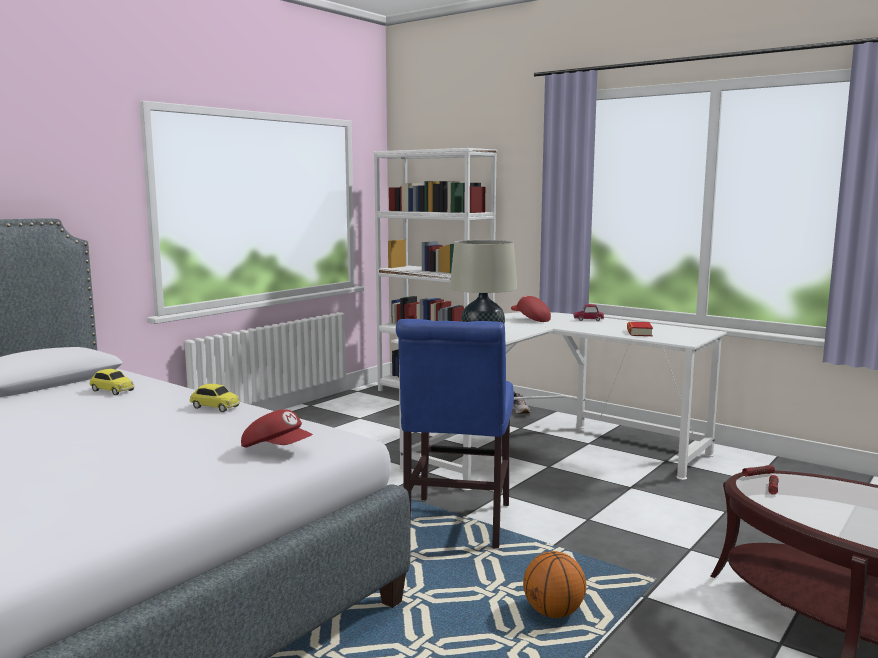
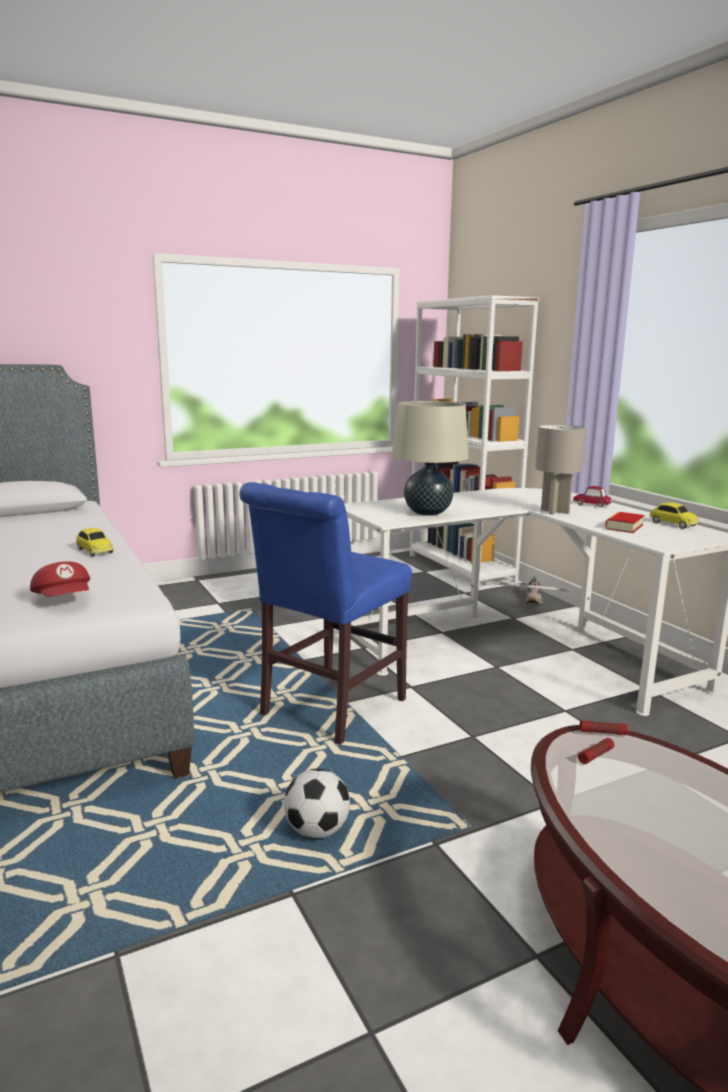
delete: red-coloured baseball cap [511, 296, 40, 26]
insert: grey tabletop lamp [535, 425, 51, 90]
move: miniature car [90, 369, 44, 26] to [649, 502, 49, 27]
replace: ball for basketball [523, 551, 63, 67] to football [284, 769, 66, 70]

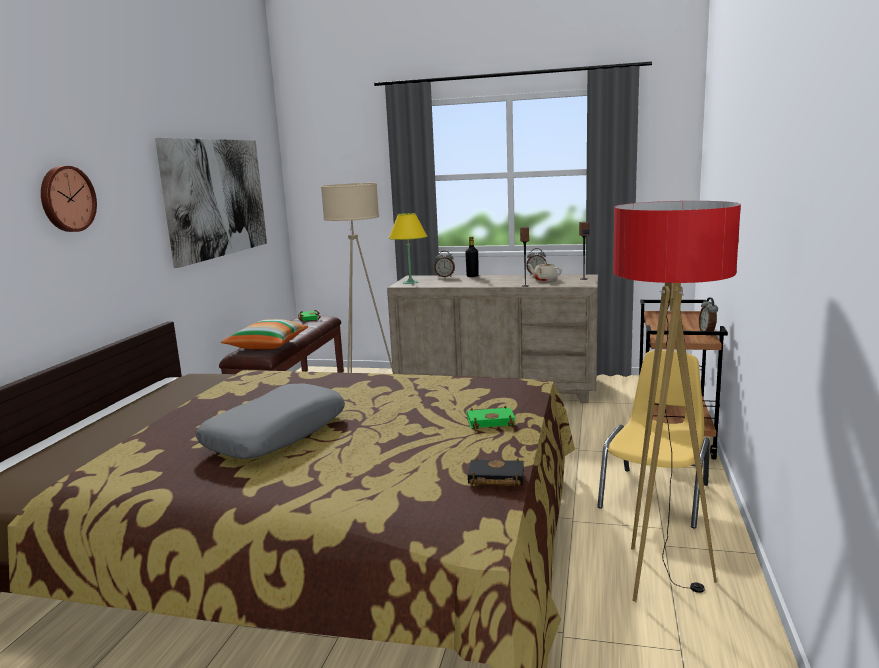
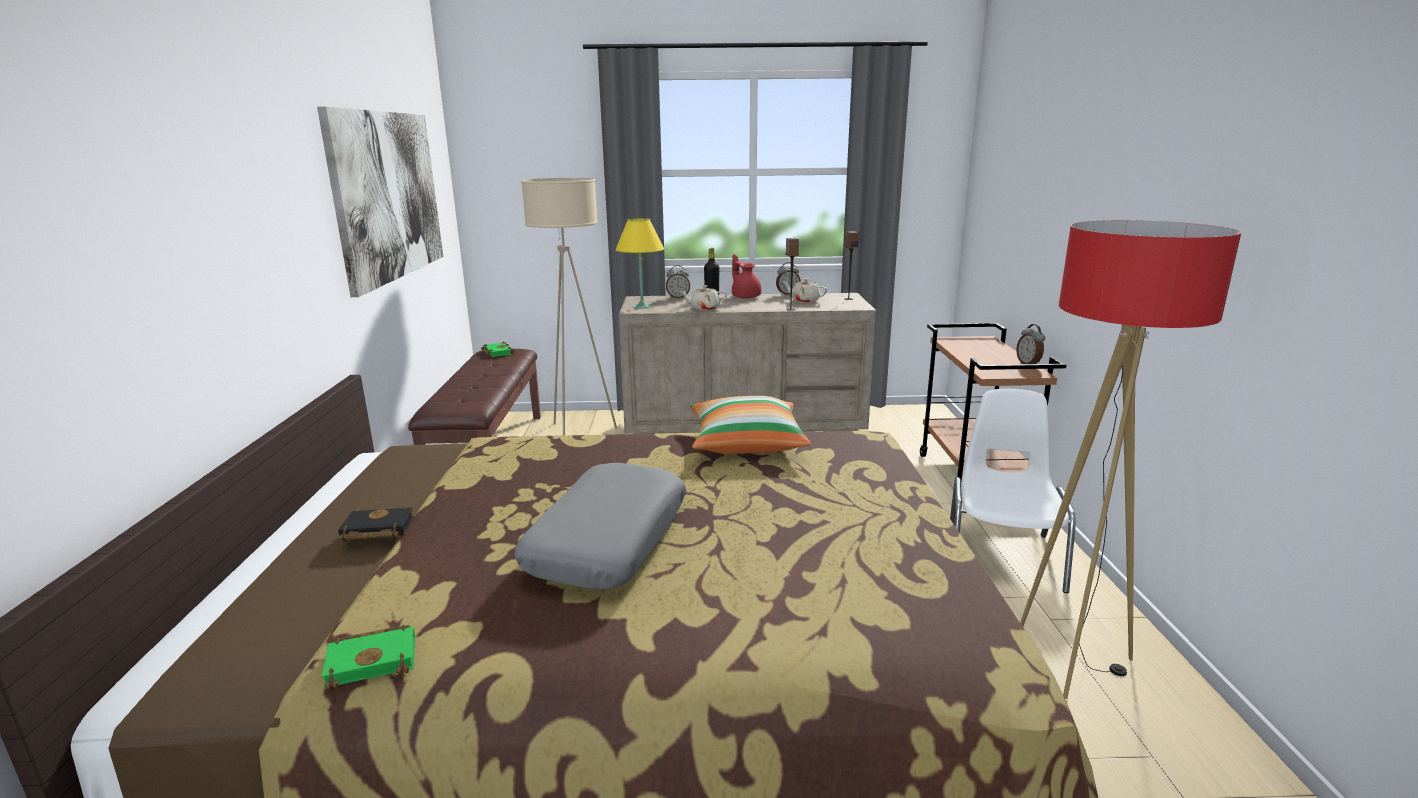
delete: clock on the wall [41, 166, 56, 66]
insert: beige tea pot [679, 285, 48, 26]; red-coloured tea pot [732, 254, 29, 44]
move: green-coloured bound book [467, 406, 49, 23] to [321, 625, 94, 65]; blackish bound book [468, 458, 56, 29] to [338, 506, 76, 35]; cushion [221, 319, 87, 30] to [690, 396, 121, 58]
recolor: yellow-coloured plain chair [597, 350, 113, 178] to whitish plain chair [950, 389, 126, 204]

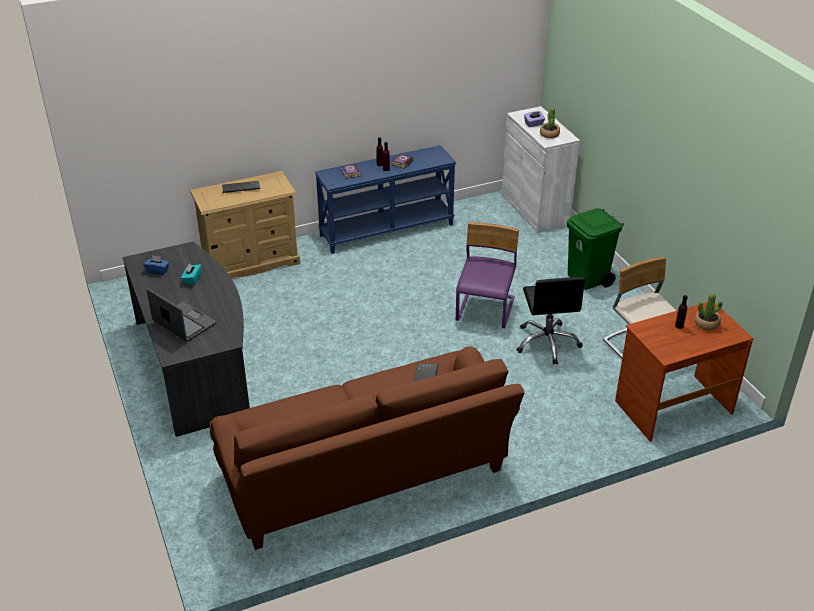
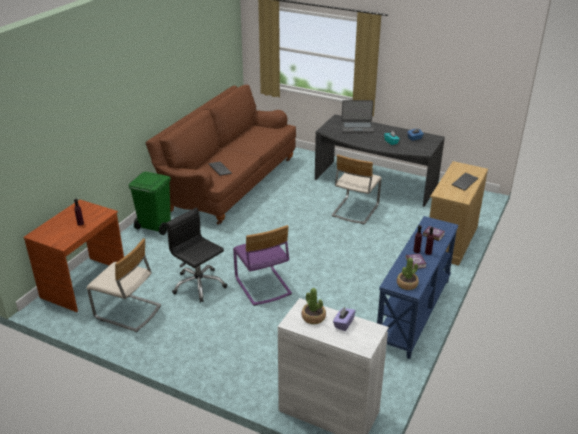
insert: beige plain chair [332, 154, 50, 71]
move: green-coloured waste bin [567, 208, 57, 82] to [129, 172, 42, 63]; potted plant [695, 294, 27, 36] to [397, 258, 22, 32]

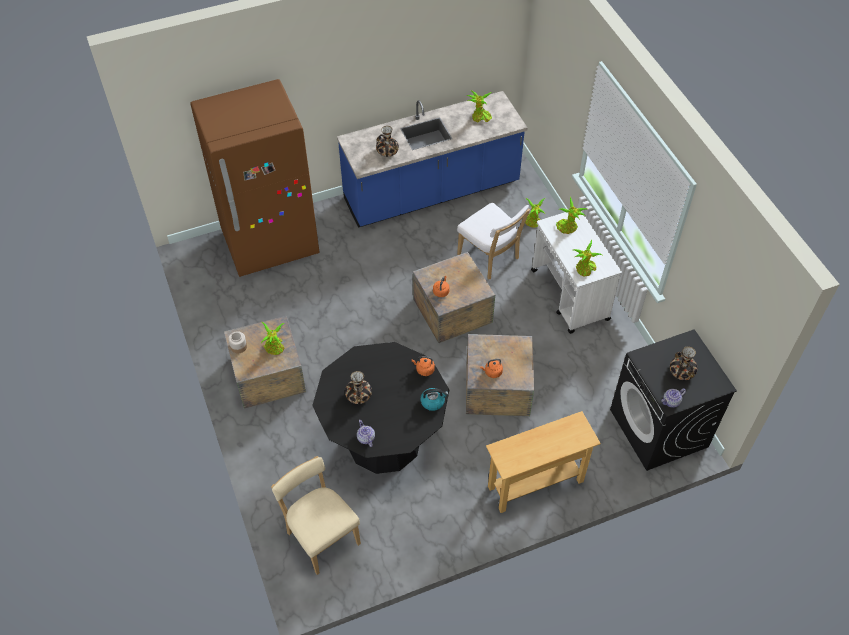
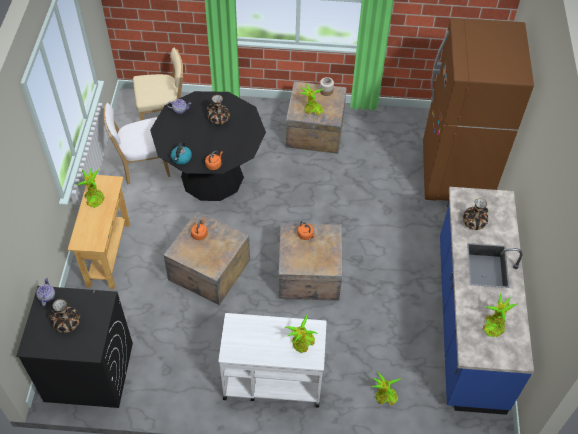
move: potted plant [573, 240, 29, 37] to [77, 168, 28, 40]; whitish plain chair [457, 203, 73, 77] to [103, 103, 67, 81]

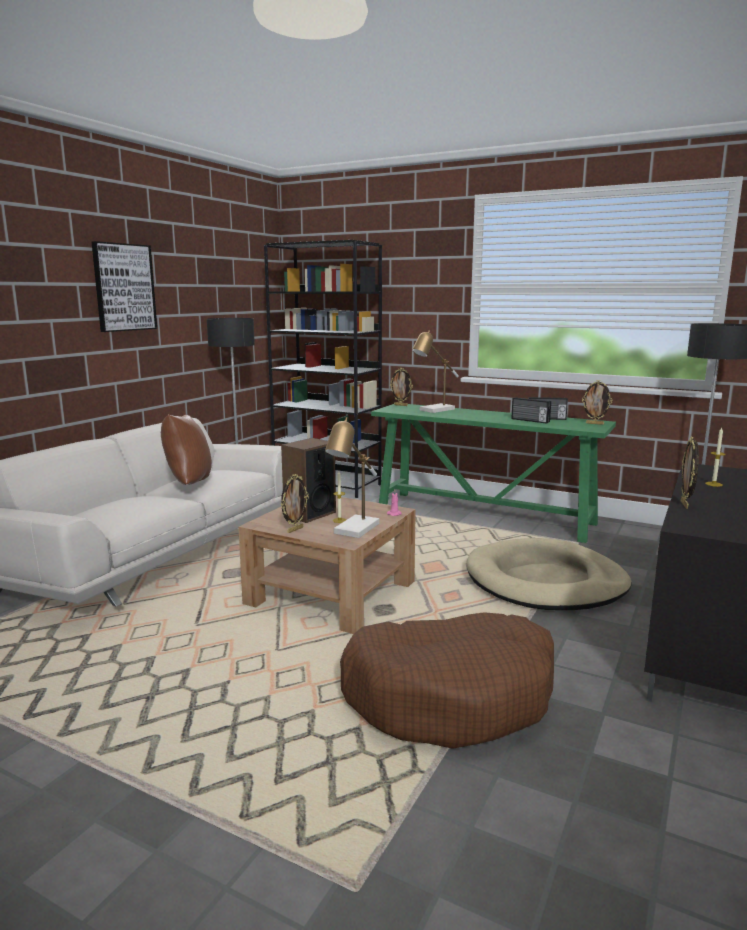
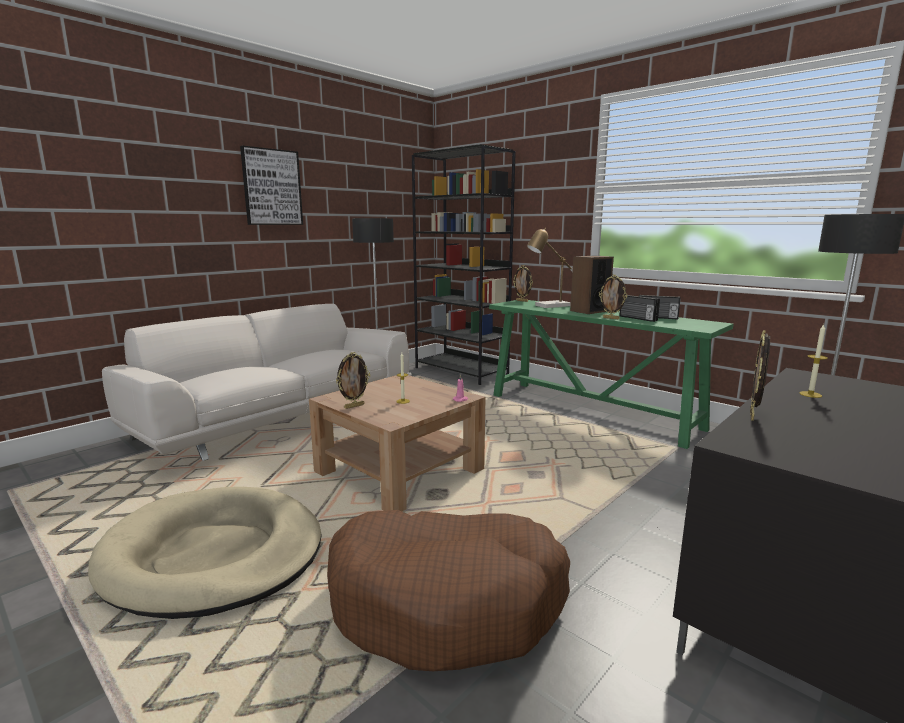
delete: brown cushion [161, 414, 51, 71]; tabletop lamp [325, 417, 54, 121]
move: beige pet bed [466, 538, 165, 72] to [88, 487, 233, 132]; loudspeaker [281, 438, 55, 85] to [570, 256, 44, 58]; standing frame [582, 380, 30, 45] to [599, 275, 28, 44]

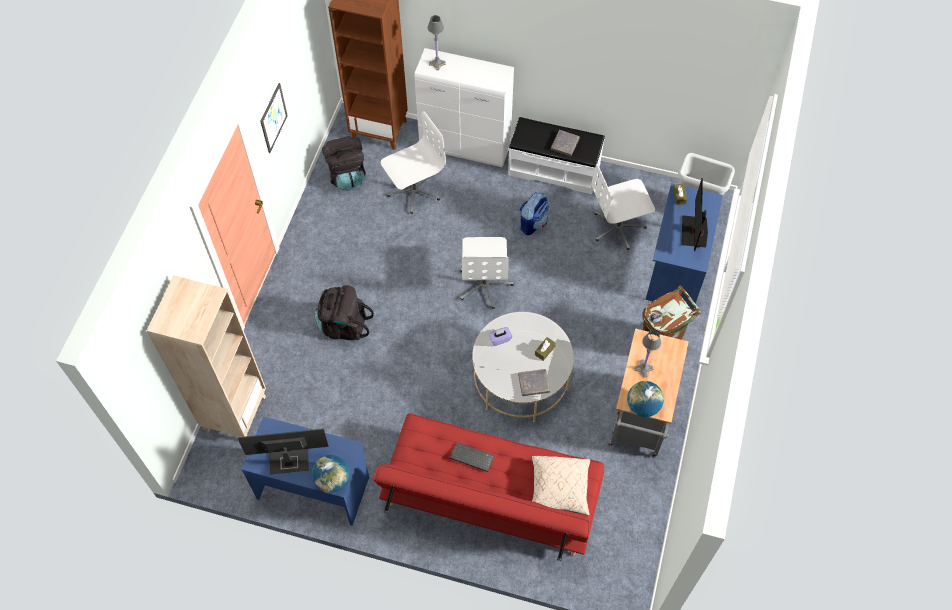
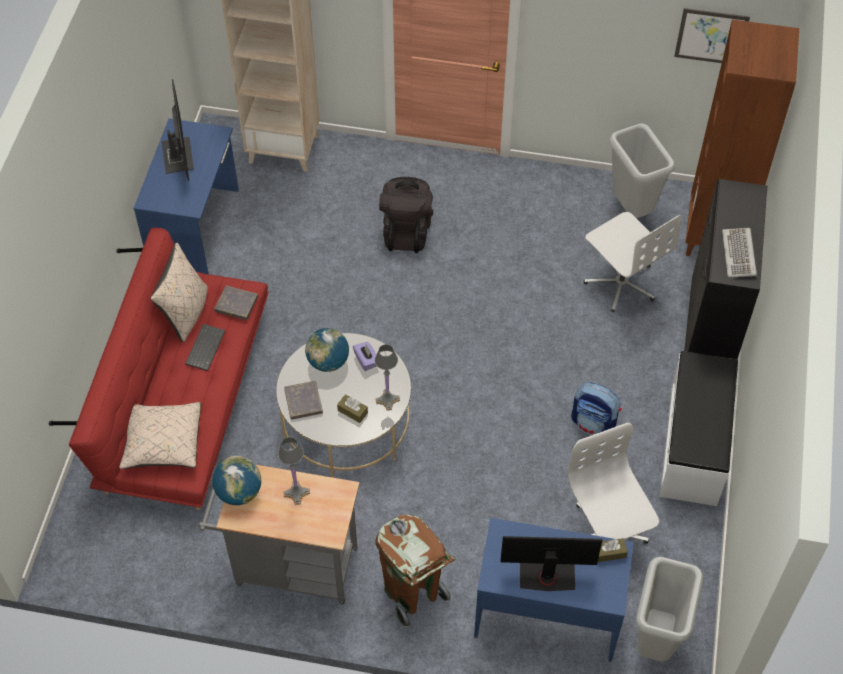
delete: whitish office chair [460, 237, 54, 72]
insert: beige cushion [150, 243, 58, 99]; computer keyboard [722, 228, 35, 49]
move: grey bound book [551, 130, 29, 27] to [214, 286, 44, 34]; world globe [312, 455, 37, 37] to [305, 328, 44, 44]; grey tabletop lamp [428, 15, 18, 55] to [375, 344, 25, 66]; picture [260, 83, 28, 70] to [674, 8, 76, 55]
replace: blackish backpack [322, 136, 44, 54] to grey waste bin [610, 123, 65, 95]
recolor: whitish storage cabinet [414, 48, 100, 119] to blackish storage cabinet [684, 179, 83, 180]

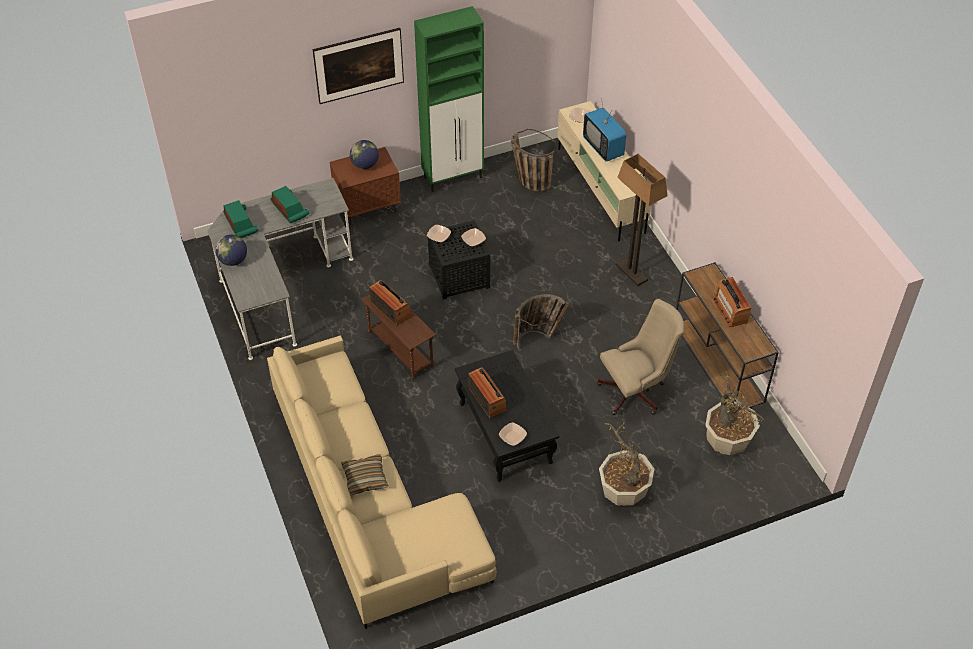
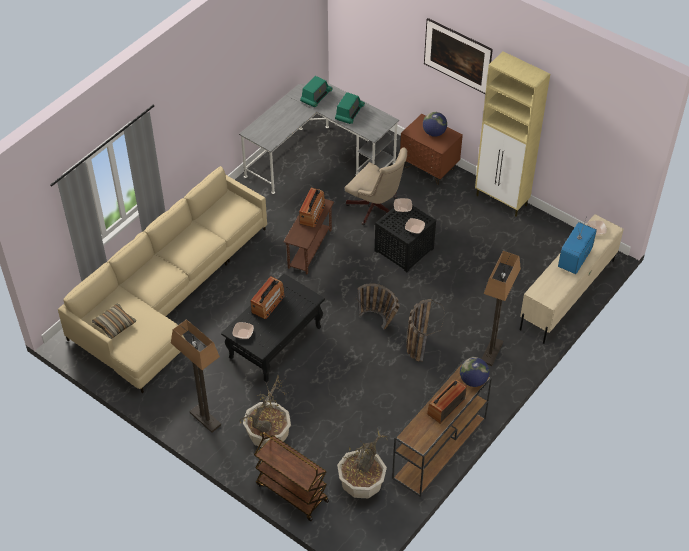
insert: standing lamp [171, 319, 50, 114]; brown trolley [254, 432, 75, 89]
move: cushion [341, 454, 47, 42] to [92, 303, 44, 36]; beige office chair [597, 299, 87, 116] to [345, 147, 62, 78]; storage basket [511, 129, 45, 62] to [406, 299, 39, 63]; world globe [215, 235, 32, 31] to [460, 357, 30, 30]
recolor: green-coloured storage cabinet [414, 6, 70, 186] to beige storage cabinet [475, 51, 75, 166]

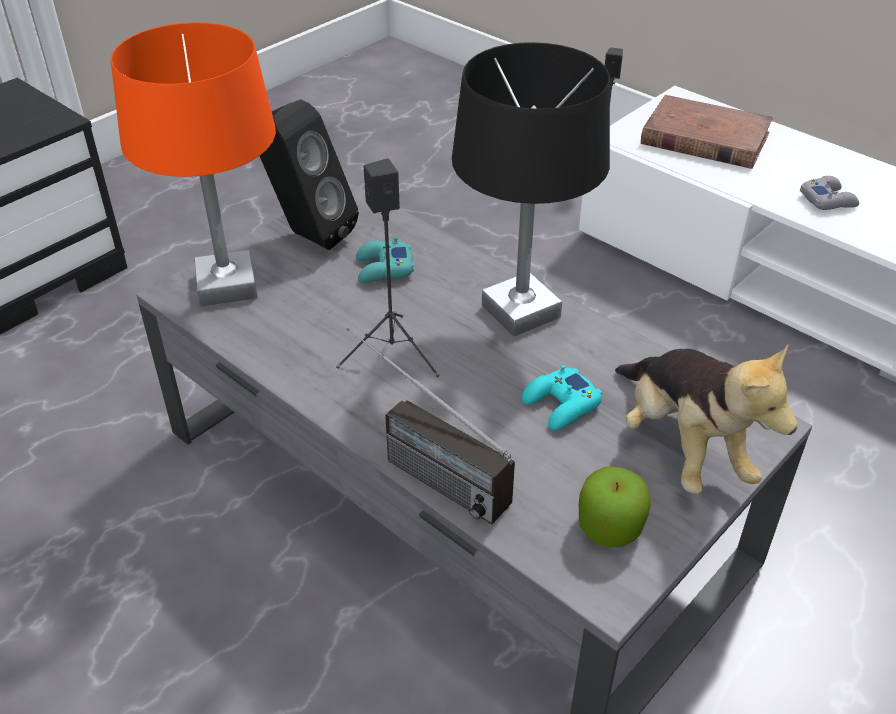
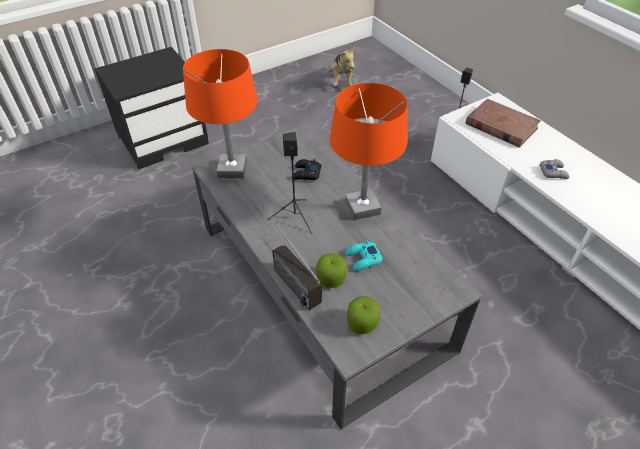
delete: blackish loudspeaker [260, 99, 99, 151]
insert: apple [316, 253, 31, 35]
move: plush toy [615, 343, 183, 151] to [326, 47, 29, 39]
recolor: turquoise gamepad [356, 236, 58, 47] to blackish gamepad [294, 159, 27, 21]; blackish tabletop lamp [452, 42, 158, 295] to orange-coloured tabletop lamp [330, 83, 78, 137]

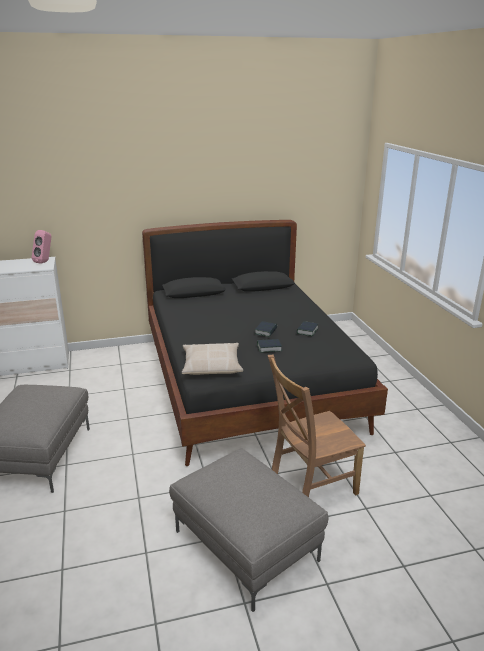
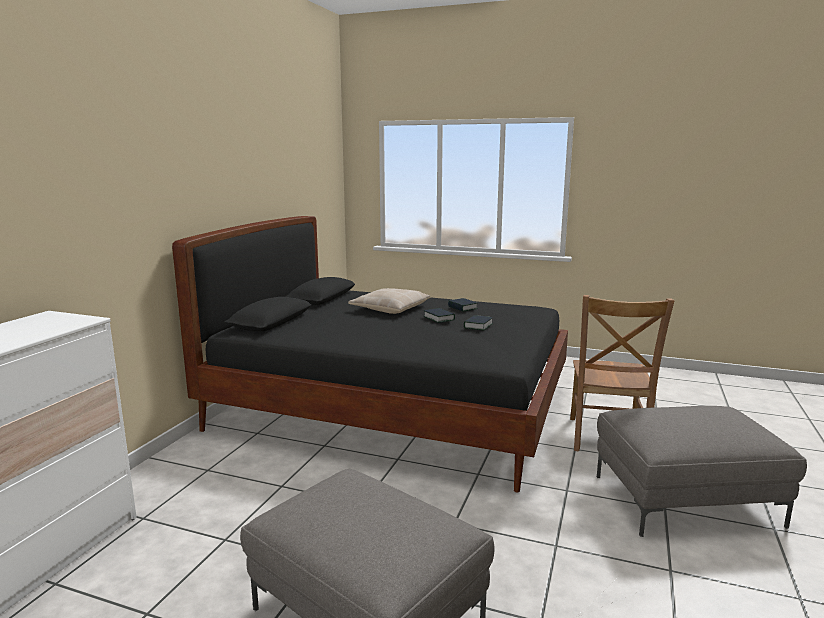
delete: pinkish loudspeaker [32, 230, 19, 34]
move: beige cushion [182, 343, 61, 32] to [348, 288, 82, 26]

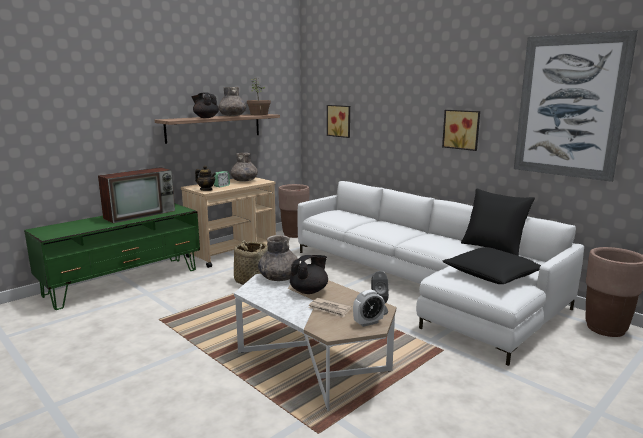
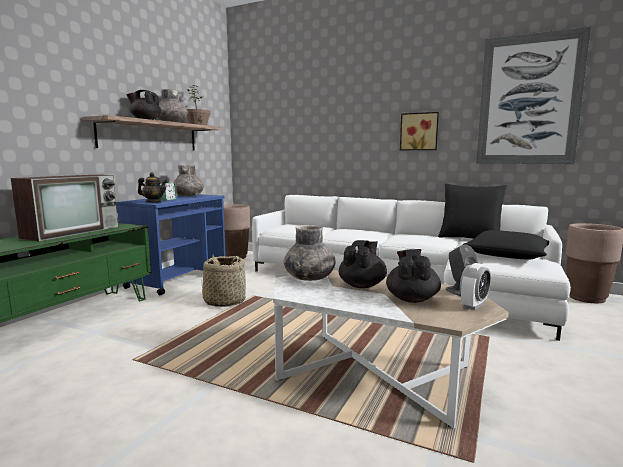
delete: picture [327, 105, 23, 33]
replace: newspaper [308, 298, 43, 20] to blackish tea pot [386, 249, 55, 54]
recolor: beige trolley [181, 177, 95, 91] to blue trolley [116, 194, 110, 102]

